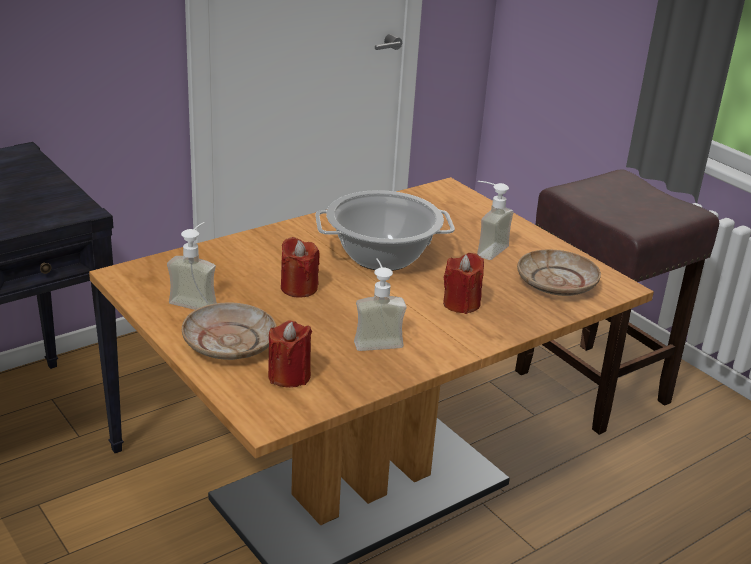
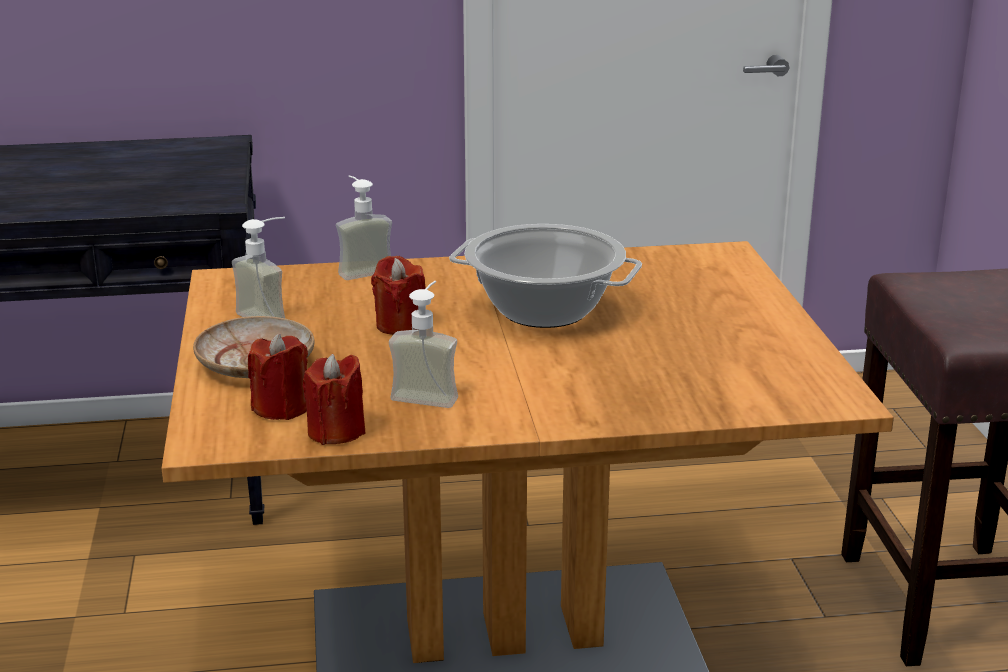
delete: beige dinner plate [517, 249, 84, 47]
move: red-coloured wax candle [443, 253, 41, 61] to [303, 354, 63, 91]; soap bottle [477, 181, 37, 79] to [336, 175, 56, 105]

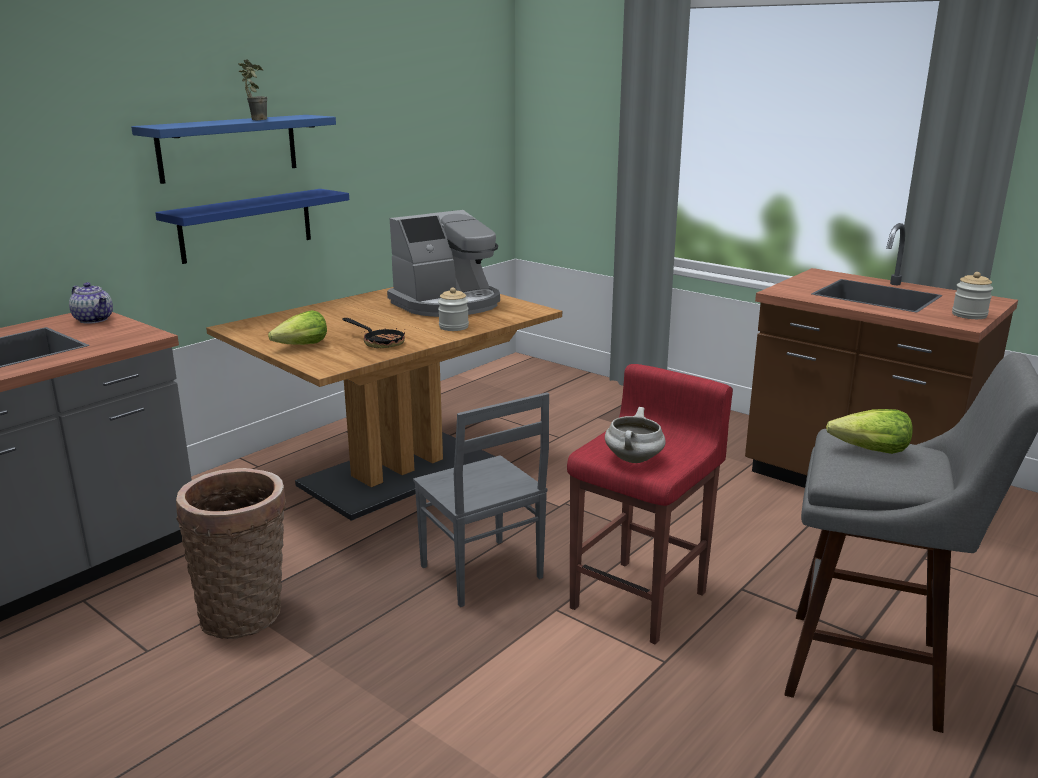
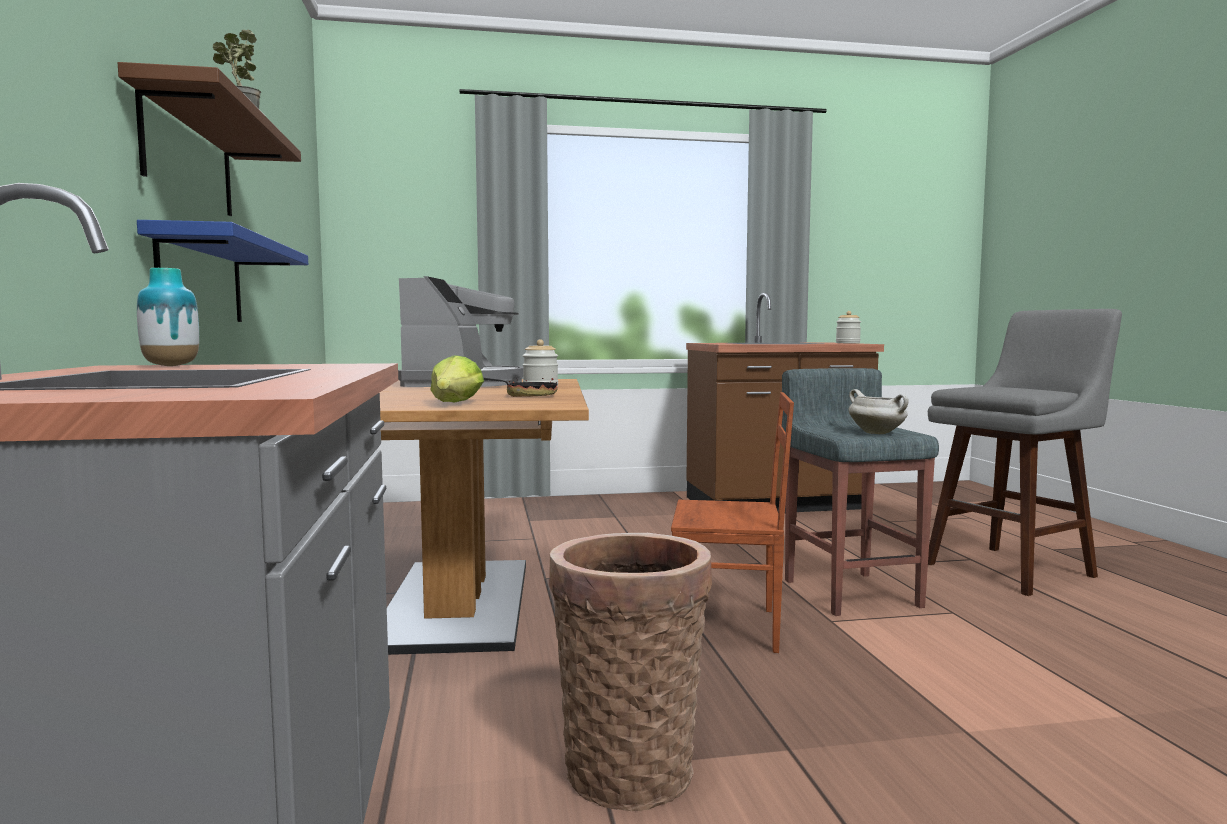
delete: lettuce head [826, 409, 87, 45]
replace: tea pot [69, 282, 44, 42] to vase [137, 268, 62, 98]
recolor: blue shelf [131, 115, 205, 69] to brown shelf [118, 62, 183, 154]; grey plain chair [413, 393, 136, 214] to brown plain chair [671, 392, 123, 261]; red-coloured stool seat [567, 364, 166, 281] to grey stool seat [782, 368, 157, 248]

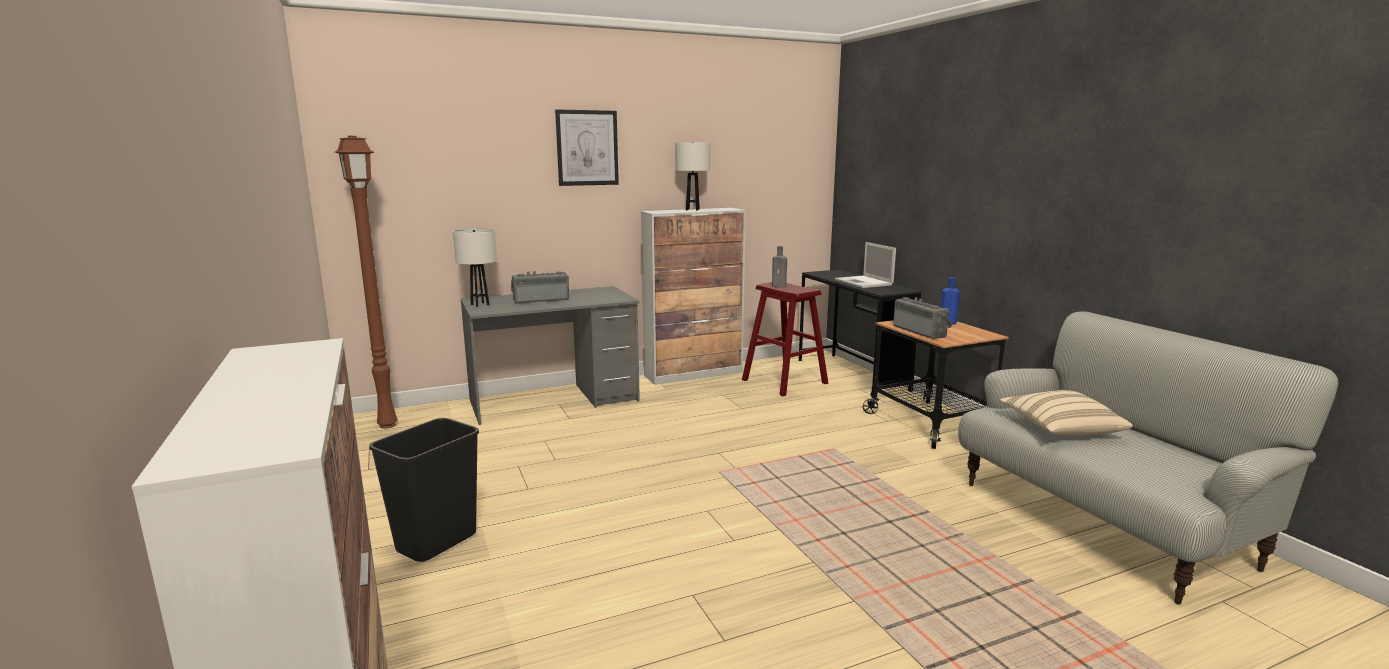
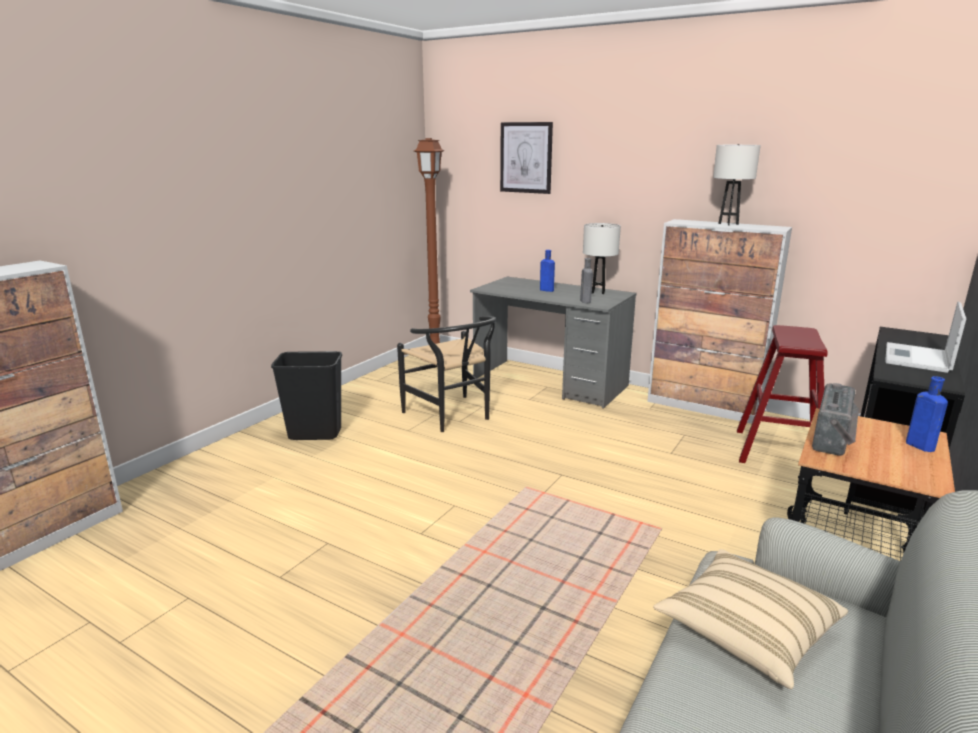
insert: blackish plain chair [397, 316, 99, 116]
move: picture [555, 109, 64, 77] to [500, 122, 53, 72]; grey bottle [772, 246, 15, 42] to [580, 258, 13, 45]; whitish tabletop lamp [453, 228, 44, 79] to [583, 223, 38, 71]
replace: radio receiver [511, 271, 58, 33] to blue bottle [540, 250, 15, 42]

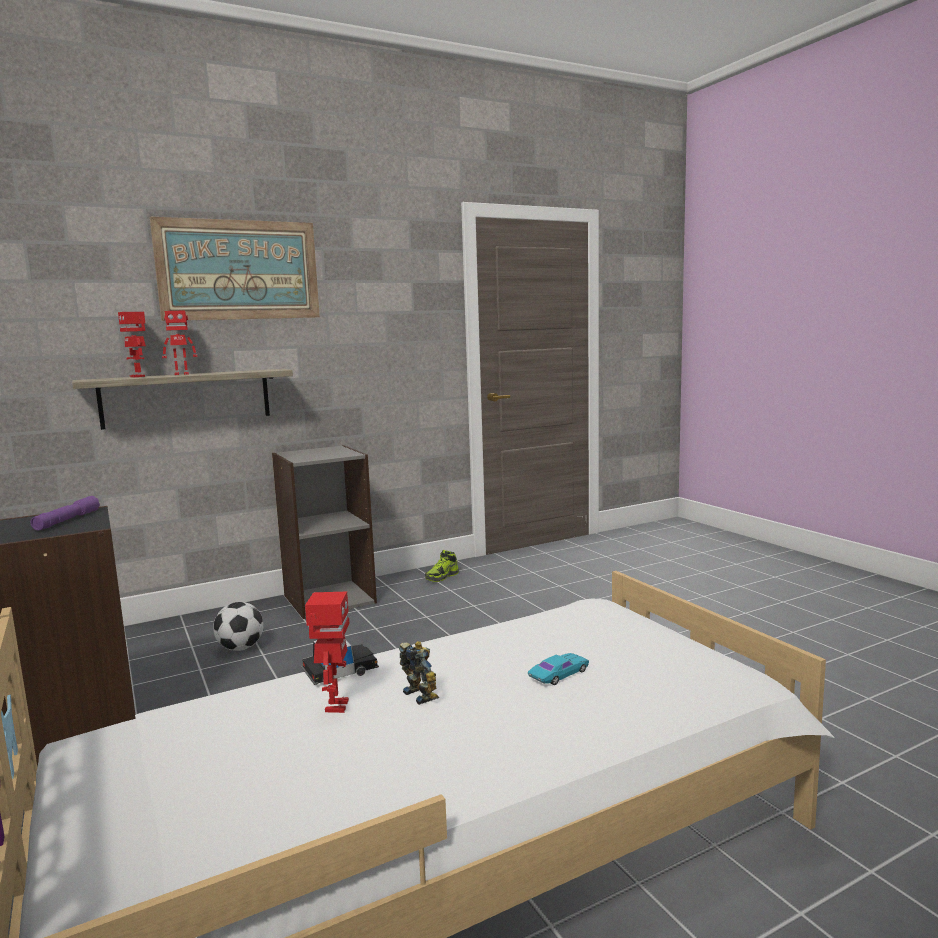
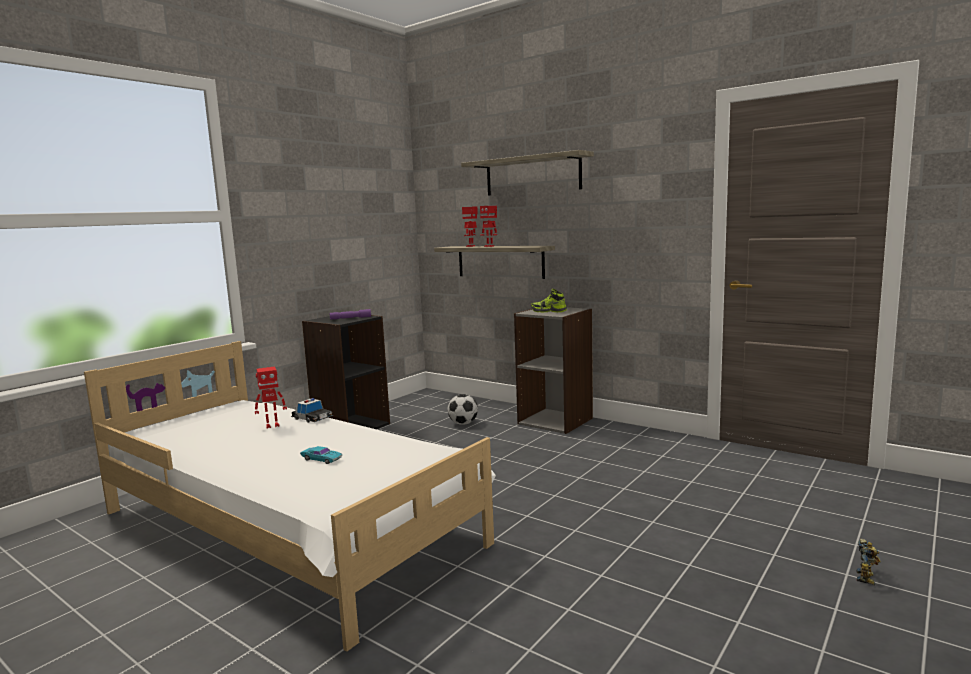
move: shoe [425, 550, 34, 32] to [531, 289, 36, 23]; toy robot [399, 641, 40, 64] to [857, 539, 24, 46]
replace: picture [150, 217, 170, 104] to shelf [461, 150, 133, 46]

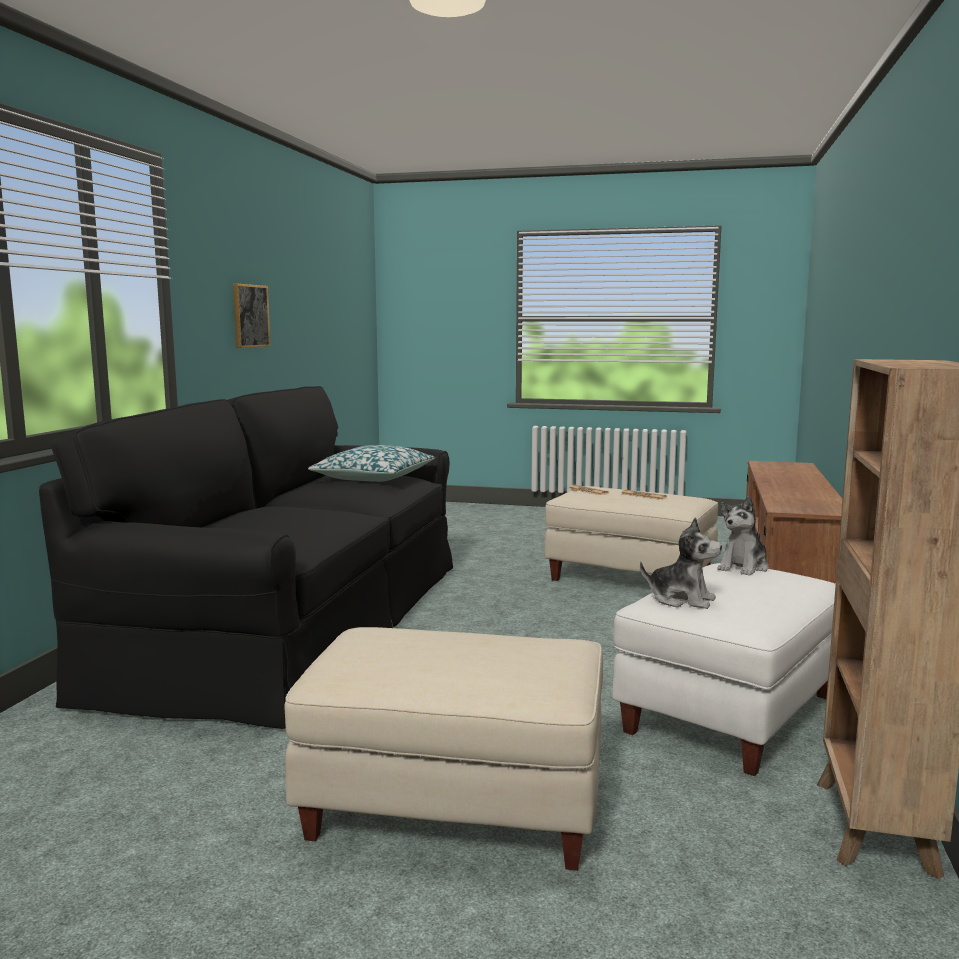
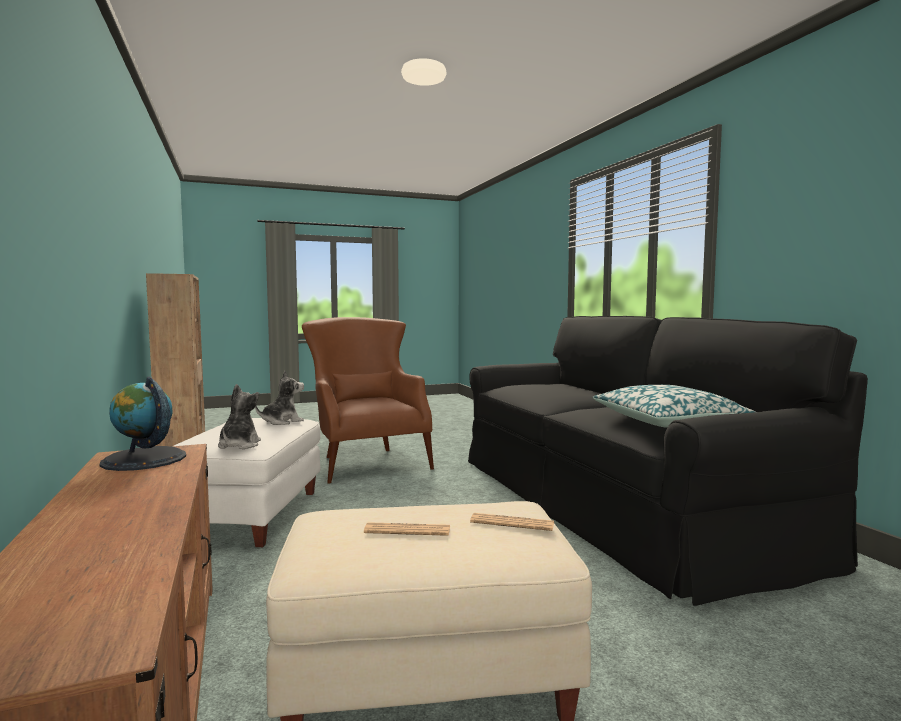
delete: picture [233, 283, 37, 65]
insert: world globe [99, 377, 87, 94]
replace: beige footrest [284, 627, 319, 244] to brown armchair [302, 317, 132, 167]
rotate: plush toy [640, 517, 82, 92] = [255, 371, 49, 54] 150 degrees clockwise

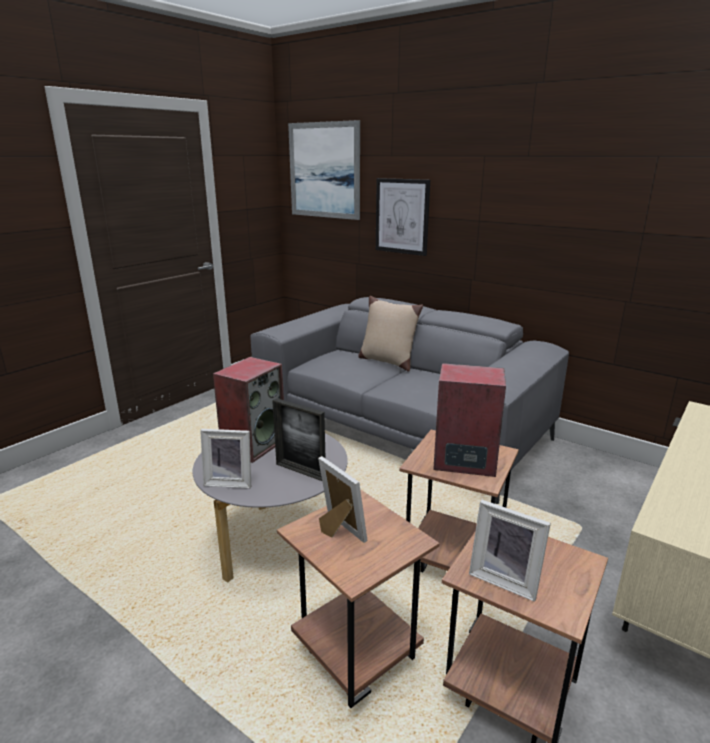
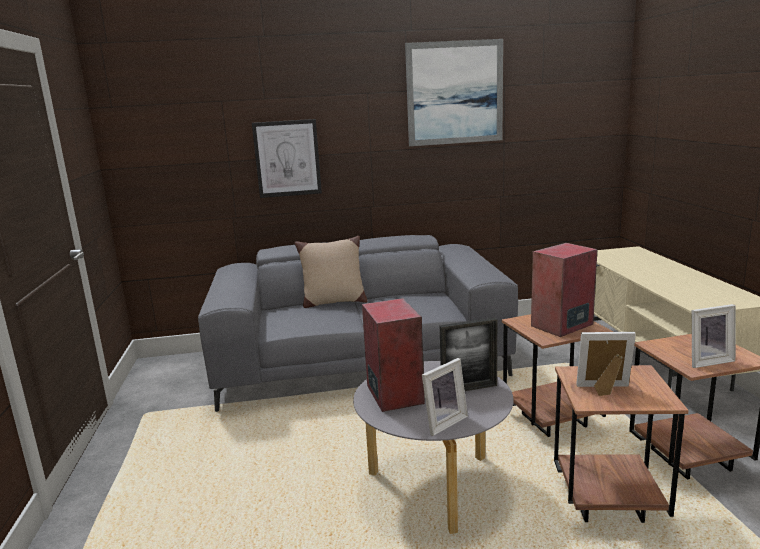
move: picture [288, 120, 72, 100] to [405, 39, 98, 107]

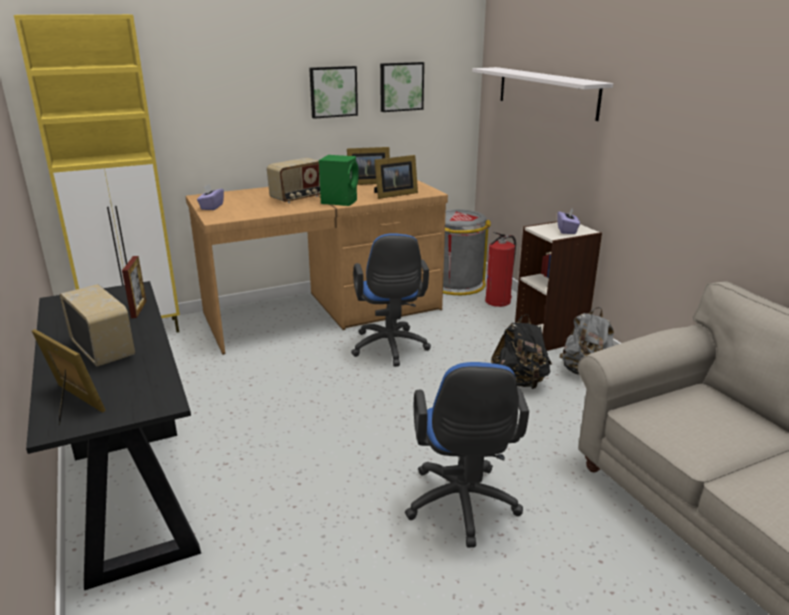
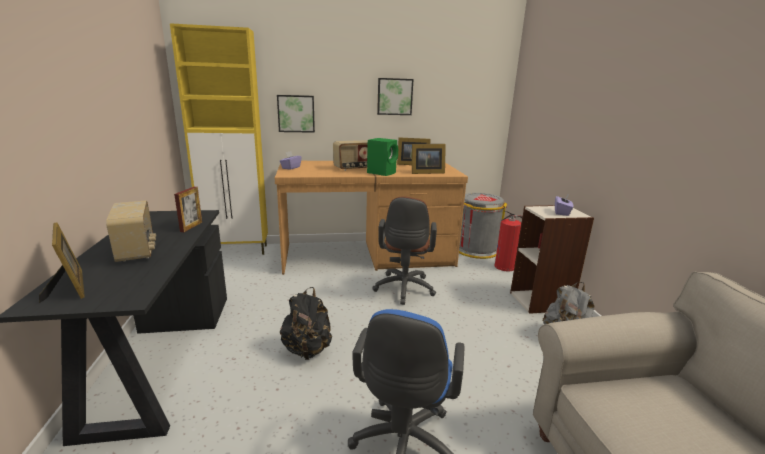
delete: whitish shelf [472, 67, 141, 54]
move: picture [380, 62, 44, 50] to [277, 95, 38, 38]; blackish backpack [491, 314, 61, 75] to [280, 287, 52, 73]
recolor: blue office chair [351, 233, 80, 134] to brown office chair [372, 196, 65, 109]

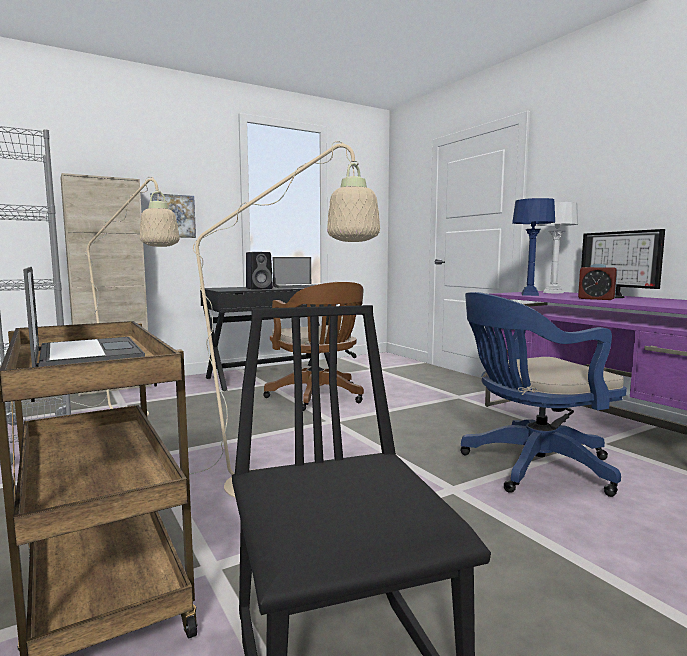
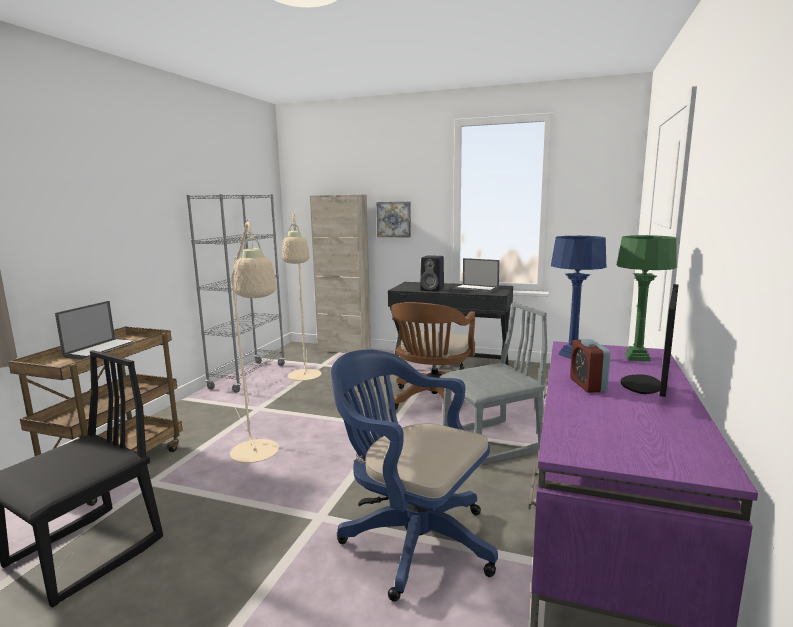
insert: grey plain chair [439, 302, 108, 162]
recolor: grey tabletop lamp [537, 202, 41, 92] to green-coloured tabletop lamp [617, 235, 60, 126]

